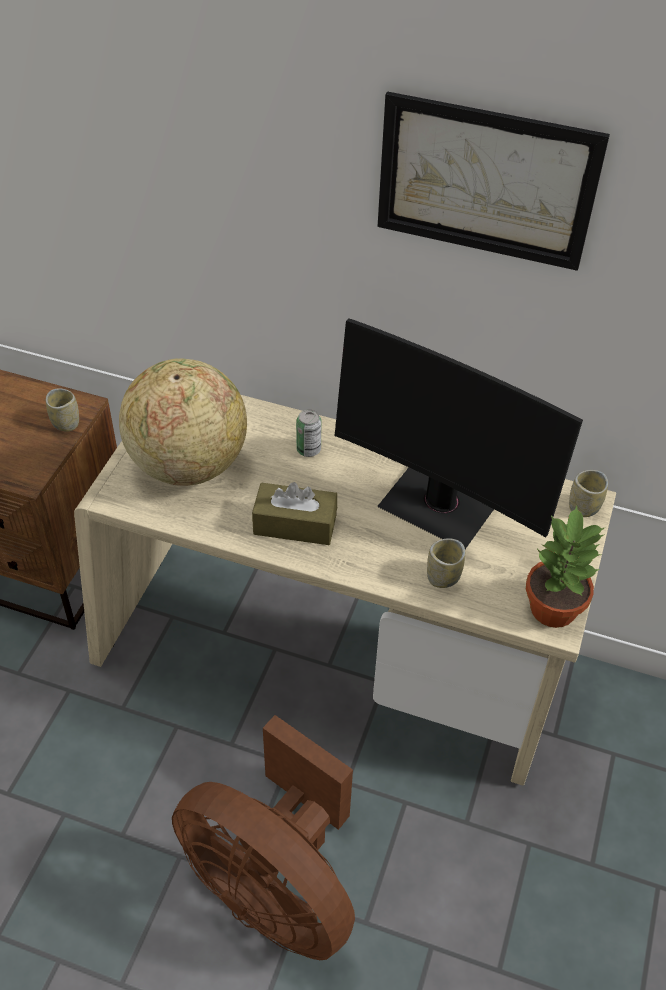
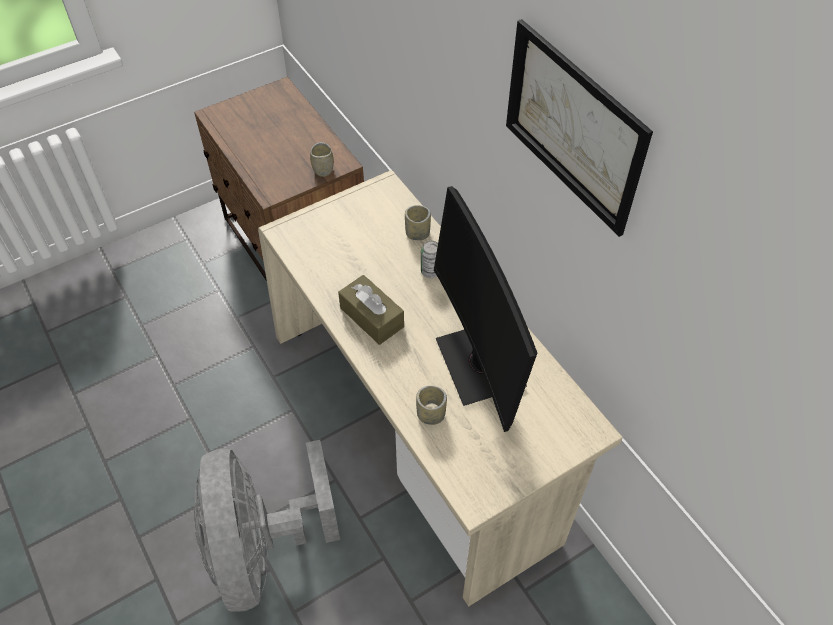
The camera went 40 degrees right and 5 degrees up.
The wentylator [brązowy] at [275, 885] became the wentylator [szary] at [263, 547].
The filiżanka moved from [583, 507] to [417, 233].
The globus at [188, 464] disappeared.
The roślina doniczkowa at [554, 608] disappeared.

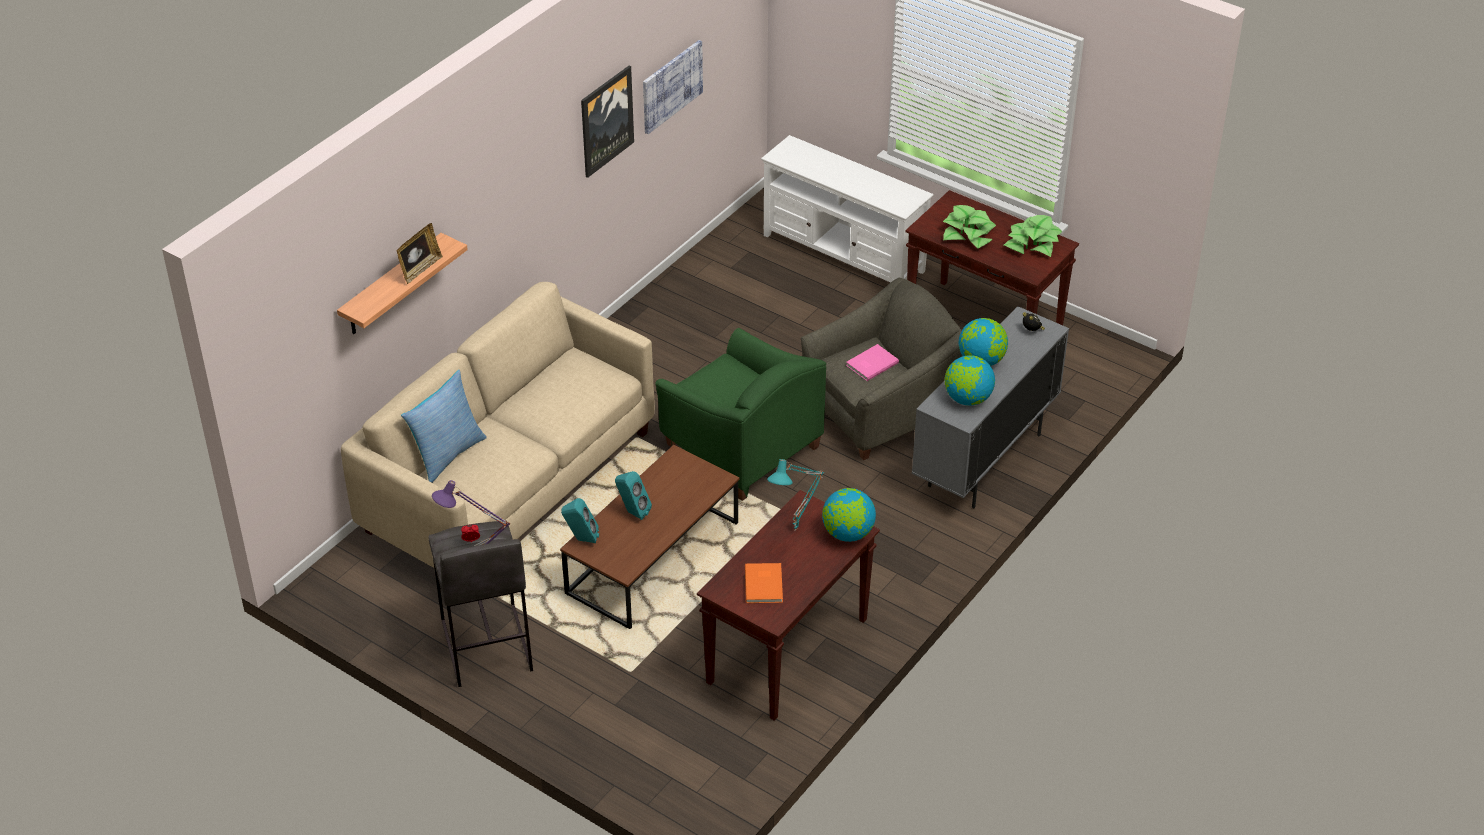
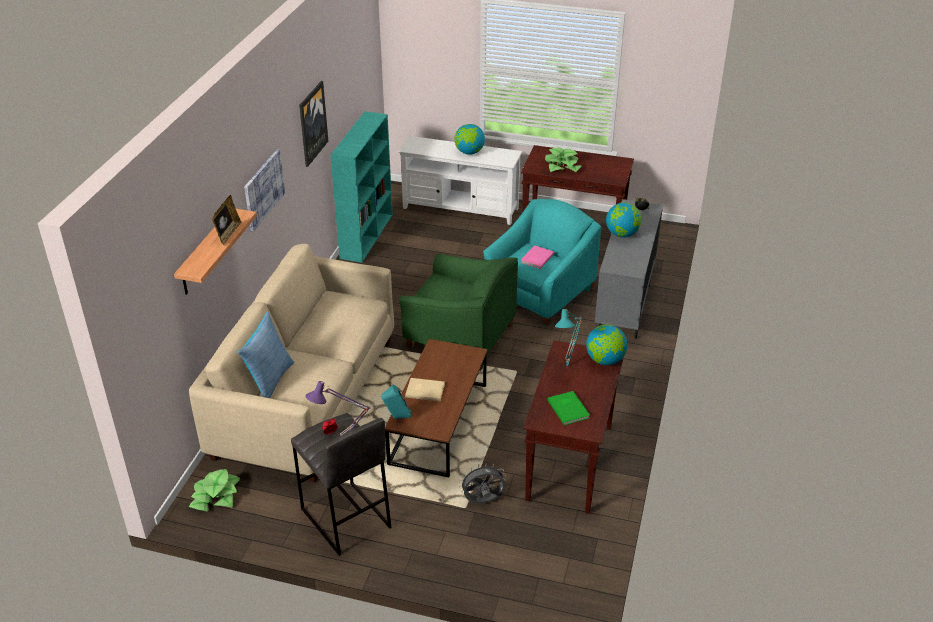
The camera went 20 degrees left and 5 degrees down.
The roślina doniczkowa moved from [1032, 243] to [215, 496].
The obraz moved from [671, 86] to [263, 189].
The regał [turkusowy] at [367, 235] appeared.
The głośnik [turkusowy] at [632, 512] was replaced by the książka [beżowy] at [424, 390].
The globus moved from [967, 399] to [469, 152].
The wentylator [szary] at [483, 502] appeared.
The fotel [szary] at [880, 413] became the fotel [turkusowy] at [540, 295].
The książka [pomarańczowy] at [765, 584] became the książka [zielony] at [569, 408].

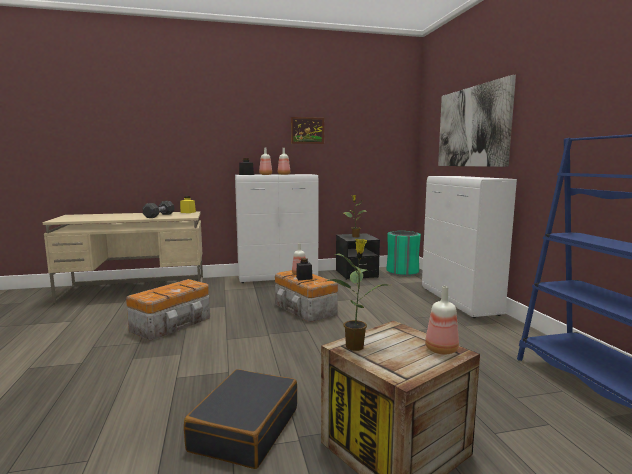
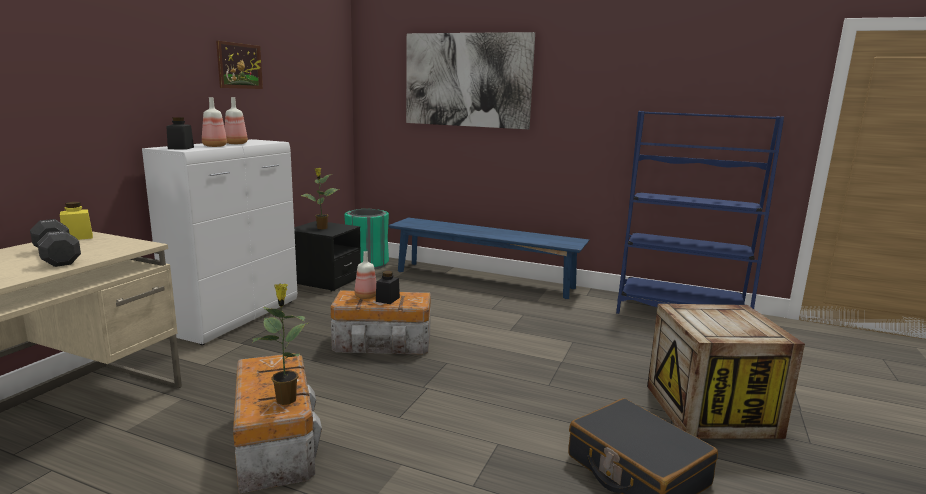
The camera went 55 degrees left and 5 degrees up.
The roślina doniczkowa moved from [355, 346] to [286, 399].
The szafka [biały] at [460, 301] was replaced by the ławka [niebieski] at [484, 279].
The butelka at [441, 350] disappeared.

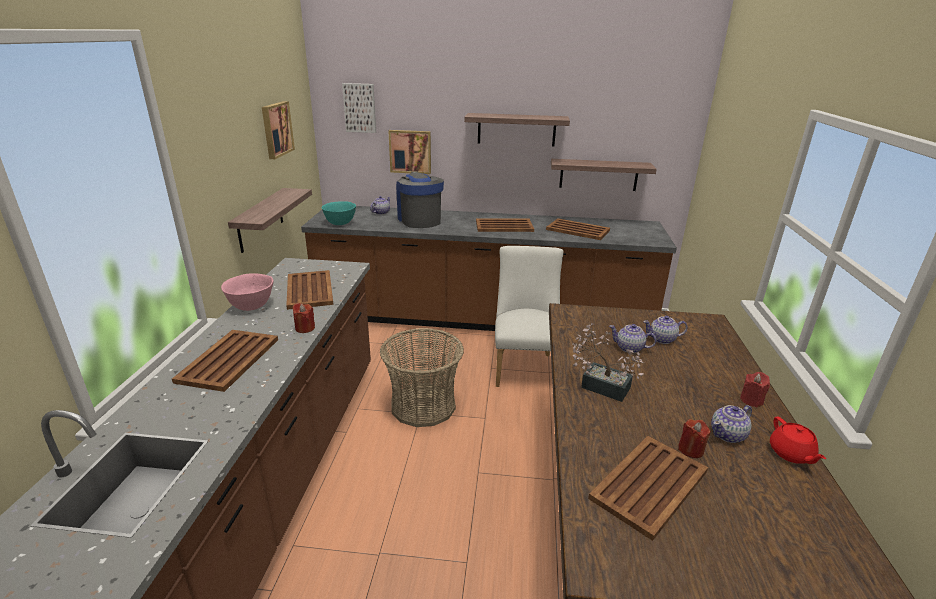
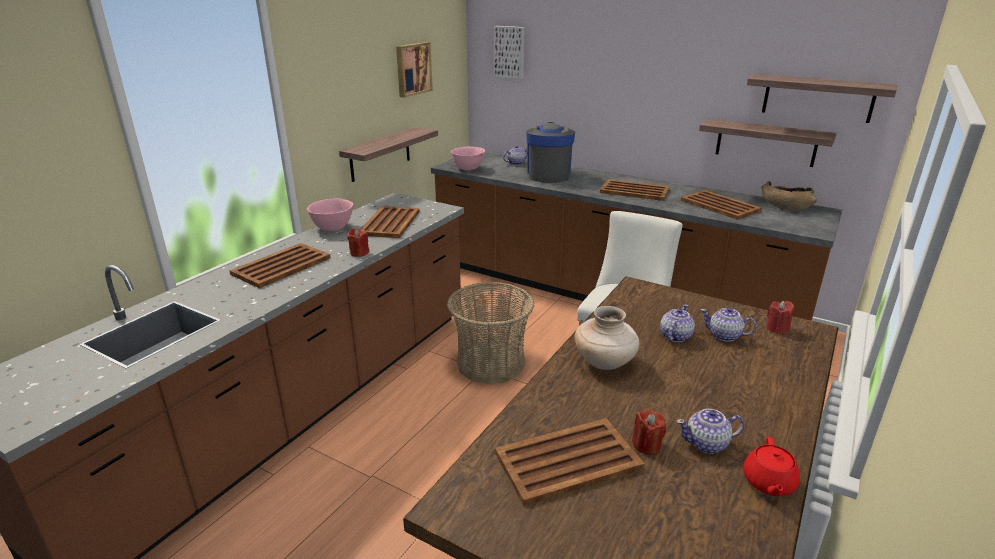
The camera went 25 degrees right and 0 degrees up.
The miska [turkusowy] at [340, 223] became the miska [różowy] at [468, 168].
The roślina doniczkowa at [600, 385] was replaced by the wazon [beżowy] at [605, 362].
The imbryk at [630, 348] turned 75 degrees clockwise.
The półka moved from [516, 129] to [818, 98].
The miska [brązowy] at [784, 206] appeared.
The świeca [czerwony] moved from [751, 400] to [777, 328].
The obraz at [410, 151] disappeared.

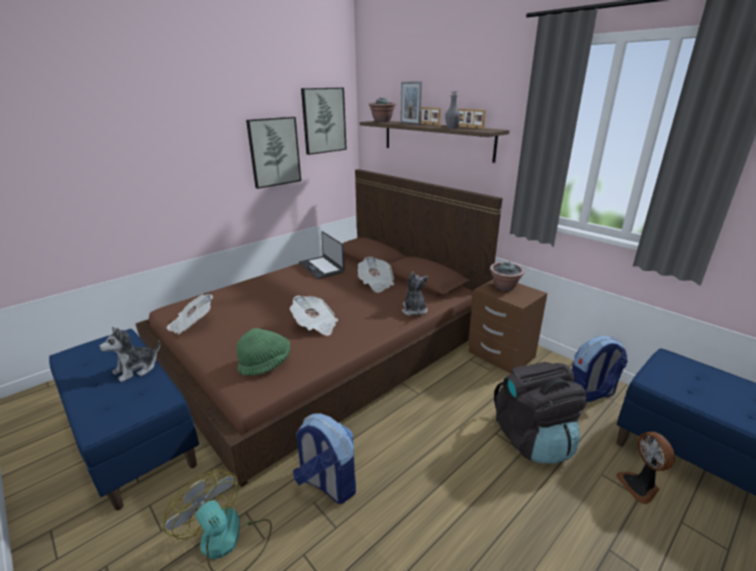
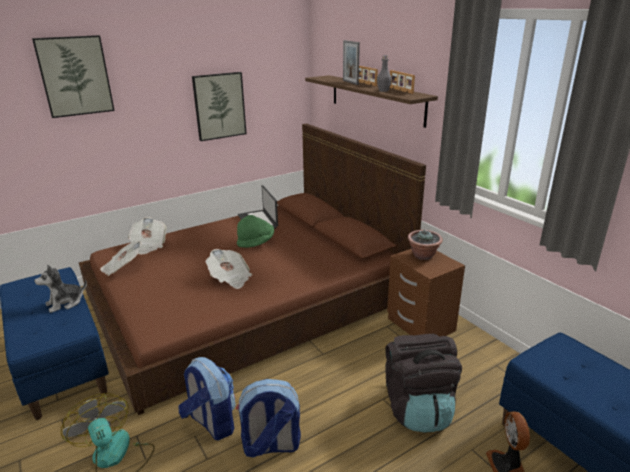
The camera went 10 degrees right and 0 degrees up.
The obraz moved from [323, 120] to [75, 76].
The gazeta moved from [376, 284] to [149, 245].
The plecak moved from [590, 394] to [270, 446].
The kapelusz [zielony] moved from [265, 364] to [256, 242].
The roślina doniczkowa at [382, 121] disappeared.
The pluszak at [414, 310] disappeared.

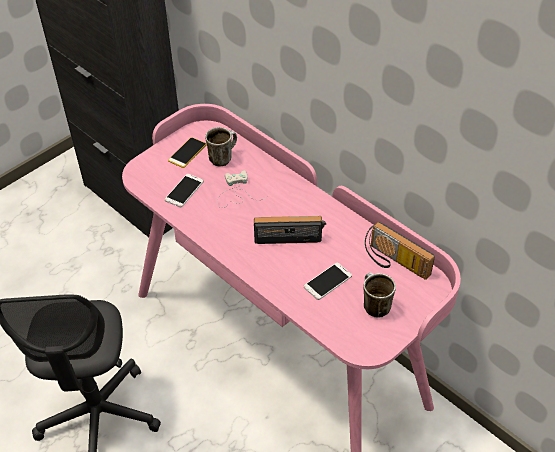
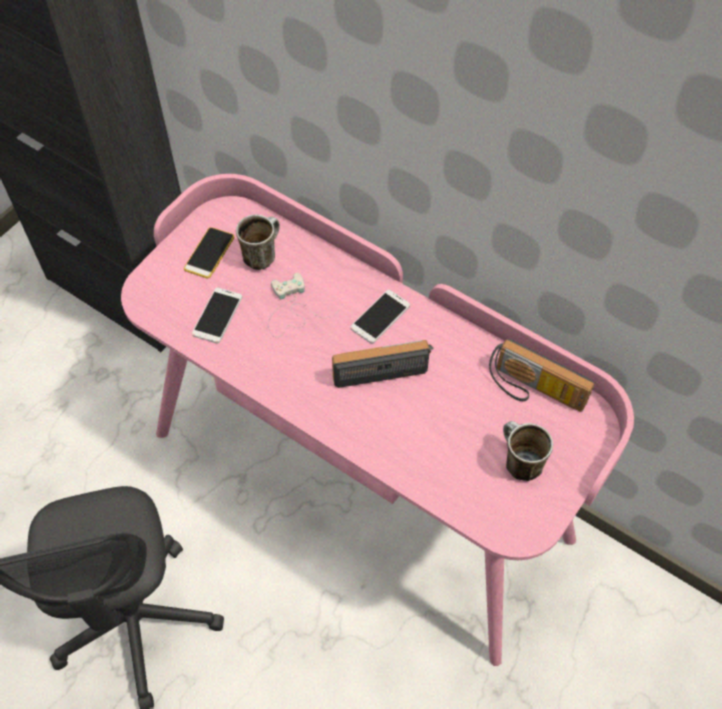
The camera went 10 degrees left and 10 degrees up.
The telefon moved from [327, 281] to [380, 317].

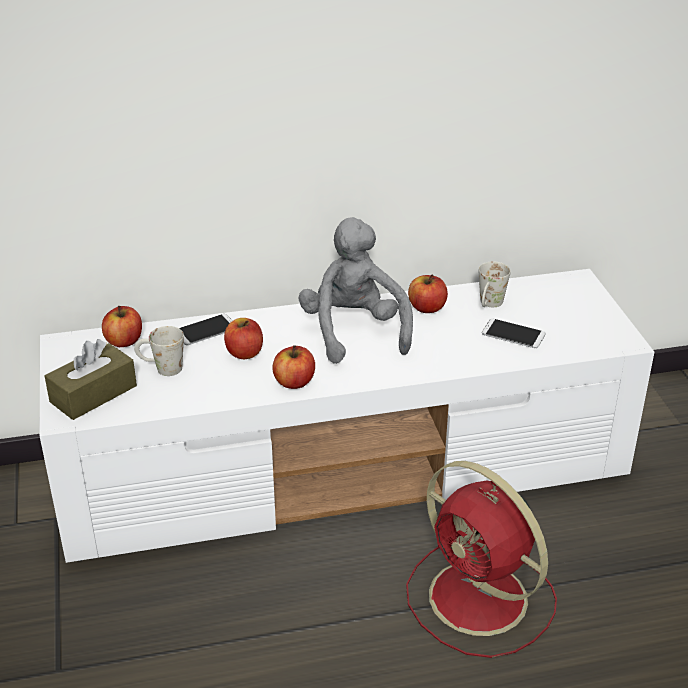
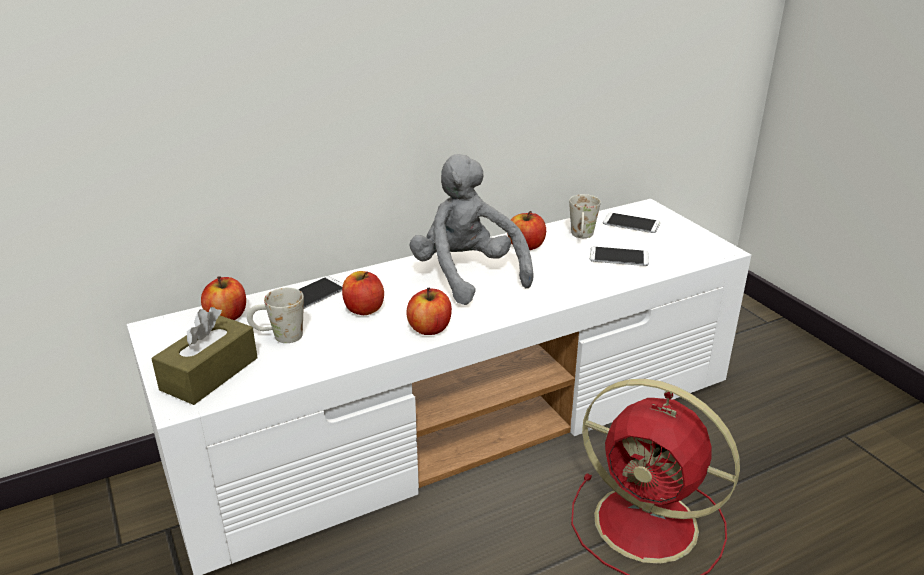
The camera went 15 degrees left and 5 degrees down.
The telefon at [631, 223] appeared.

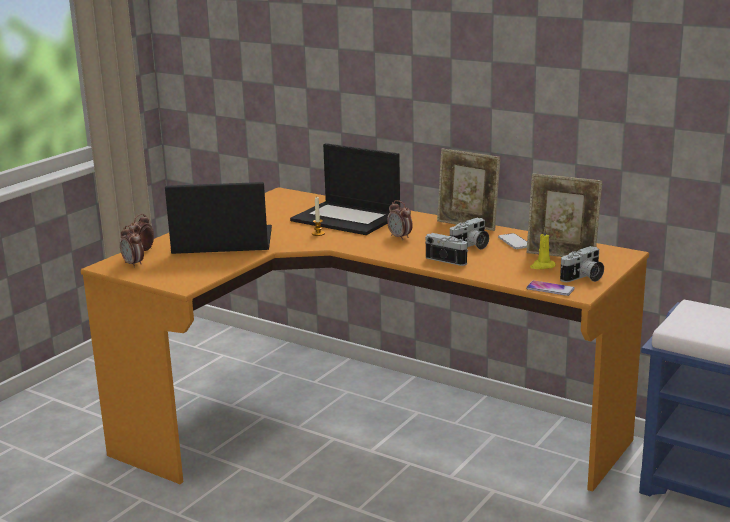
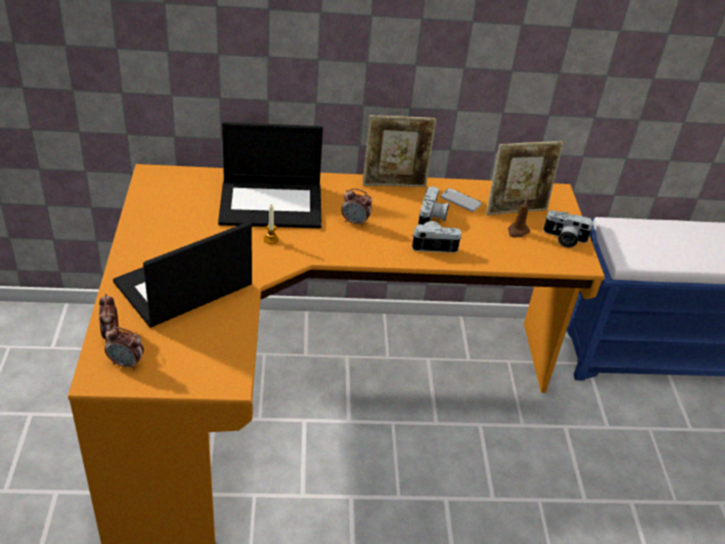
The camera went 40 degrees left and 20 degrees up.
The świeca [żółty] at [542, 266] became the świeca [brązowy] at [517, 231].
The aparat fotograficzny at [583, 278] turned 90 degrees clockwise.
The telefon at [550, 289] disappeared.

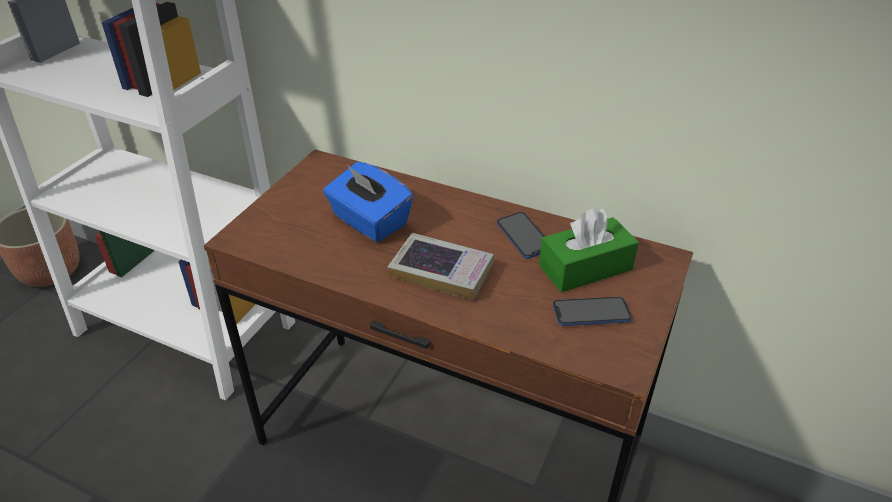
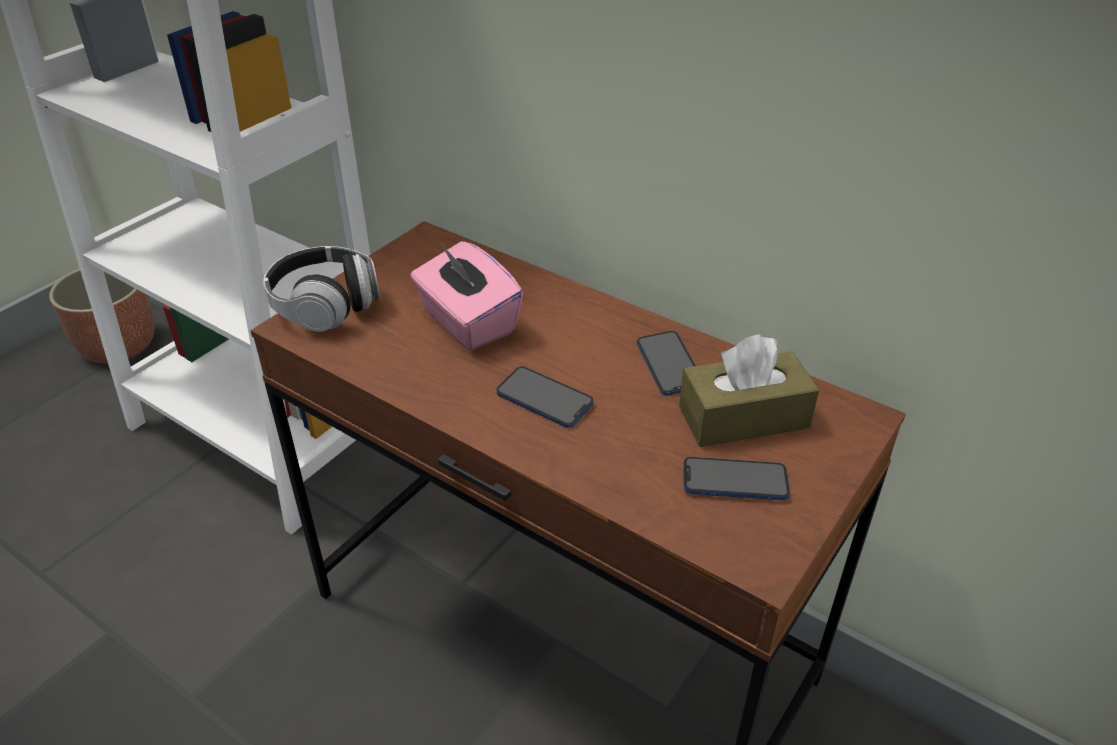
The camera went 10 degrees right and 0 degrees up.
The słuchawki at [325, 306] appeared.
The pudełko chusteczek [niebieski] at [369, 221] became the pudełko chusteczek [różowy] at [467, 322].
The książka at [441, 271] was replaced by the telefon at [544, 399].
The pudełko chusteczek [zielony] at [585, 267] became the pudełko chusteczek [brązowy] at [743, 417].

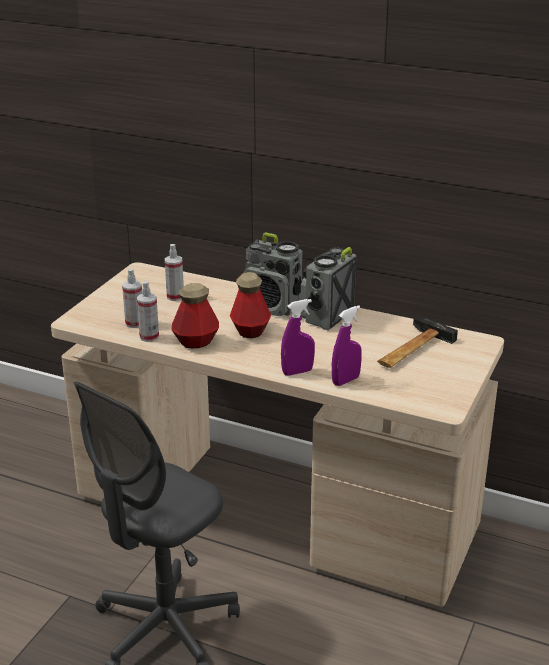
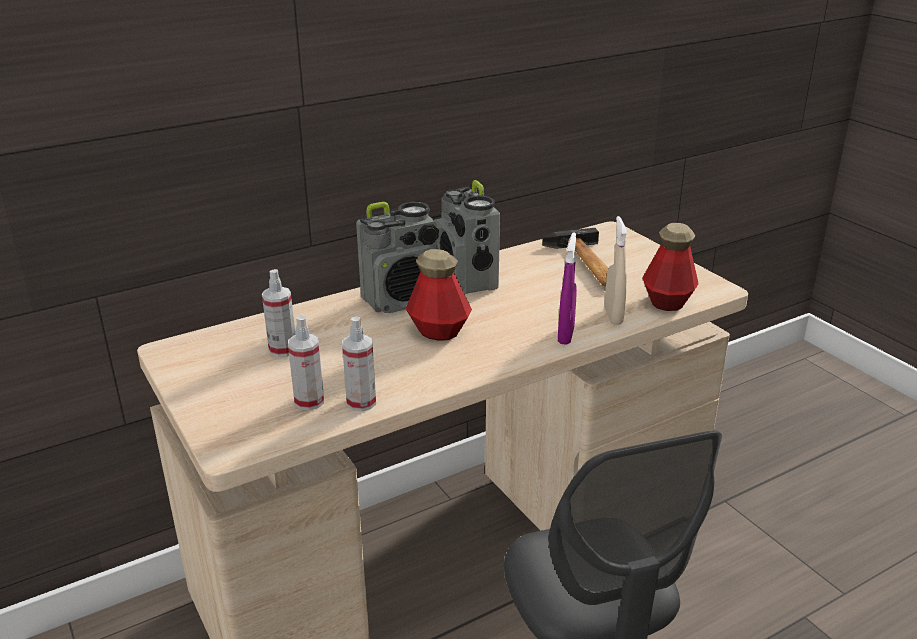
The camera went 55 degrees left and 0 degrees up.
The spryskiwacz [fioletowy] at [346, 380] became the spryskiwacz [beżowy] at [613, 316].
The butelka moved from [196, 342] to [667, 301].

